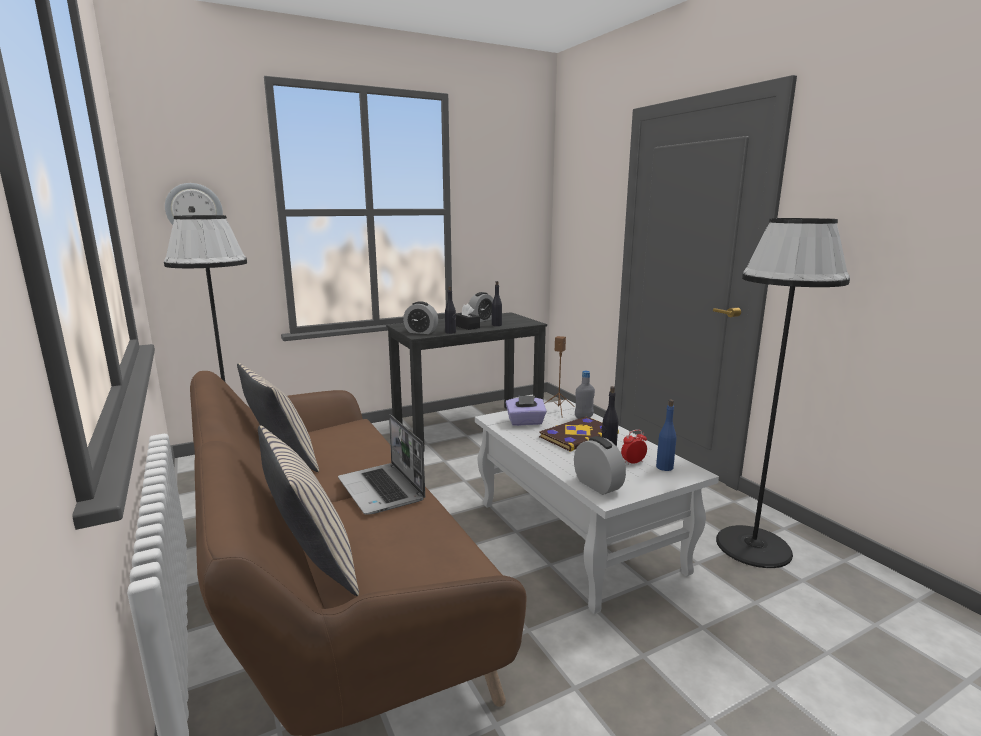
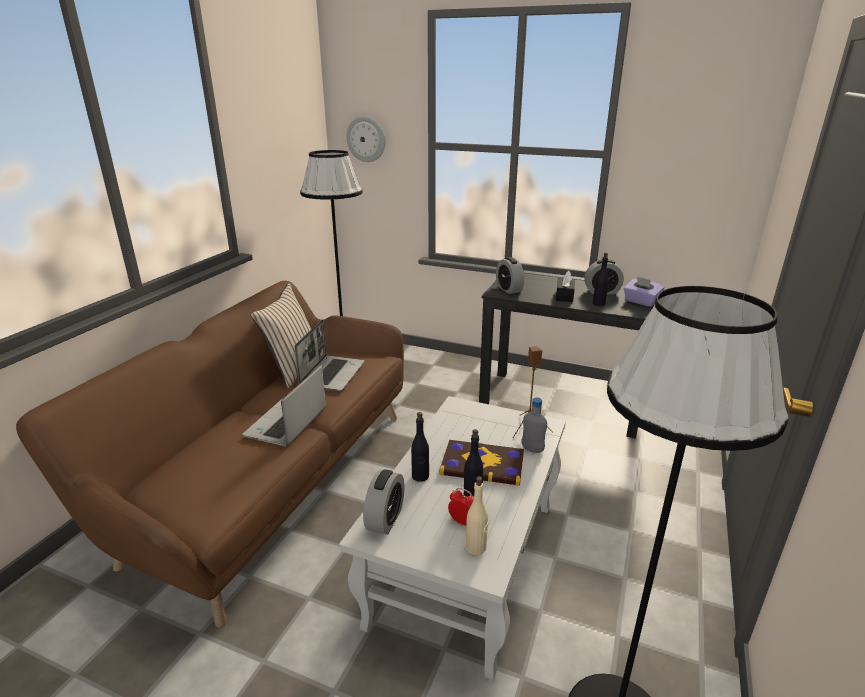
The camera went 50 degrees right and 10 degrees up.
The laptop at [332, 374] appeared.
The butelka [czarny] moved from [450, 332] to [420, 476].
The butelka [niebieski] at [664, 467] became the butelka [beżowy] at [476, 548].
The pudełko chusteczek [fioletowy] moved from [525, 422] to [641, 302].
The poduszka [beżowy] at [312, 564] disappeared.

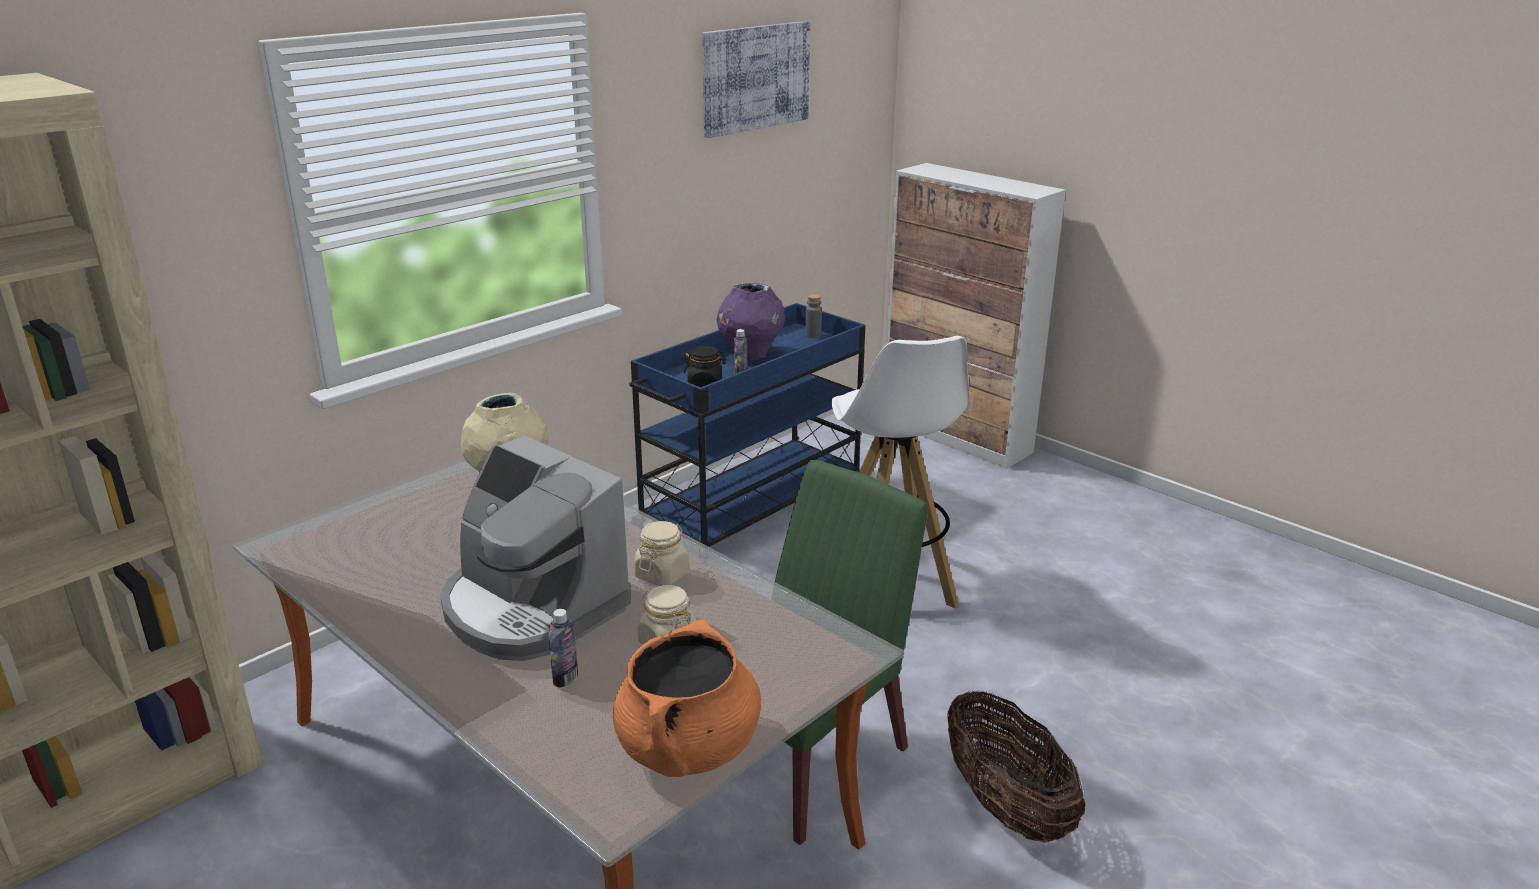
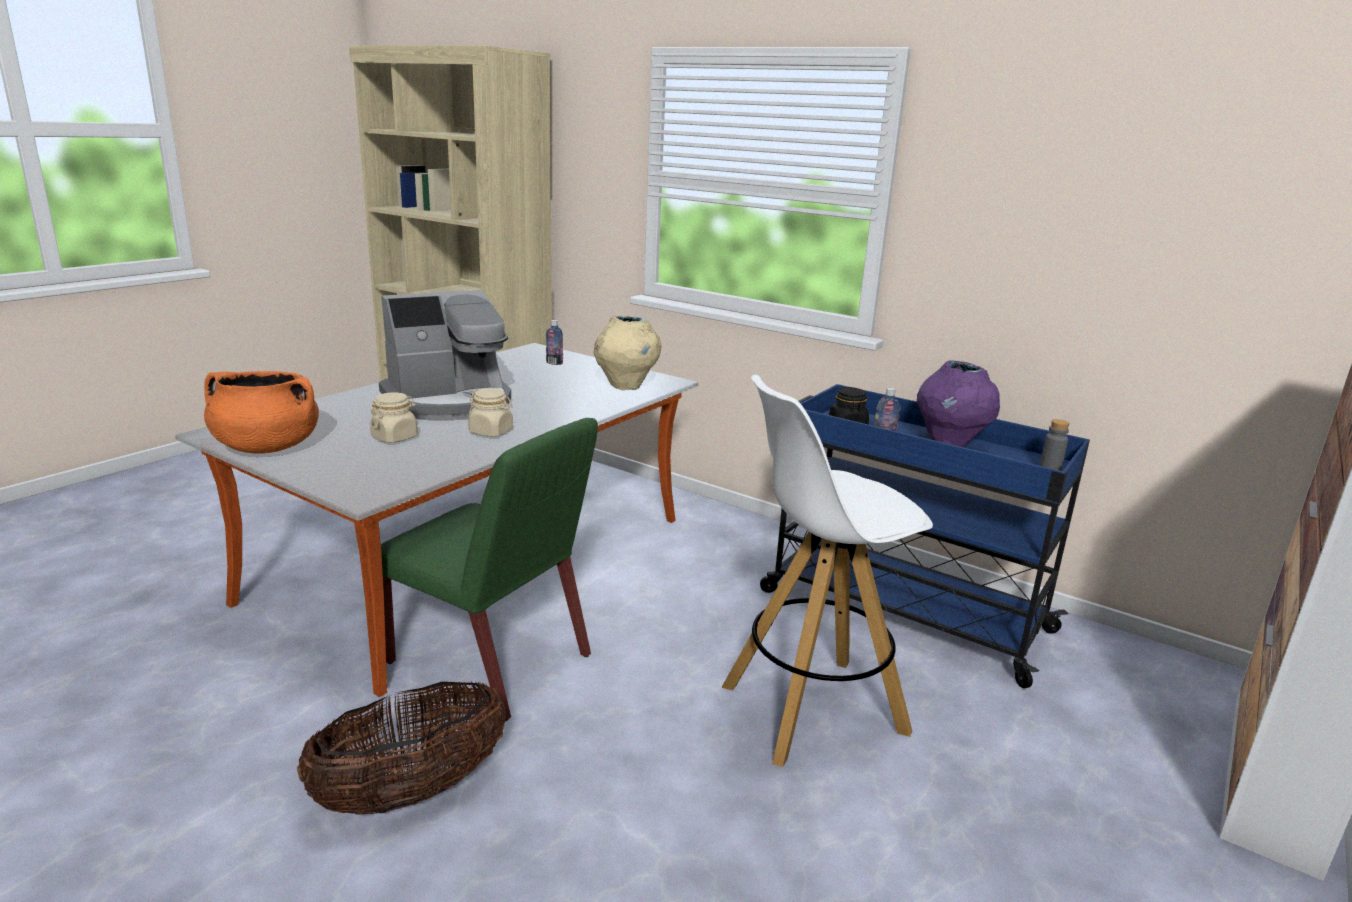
The camera went 80 degrees right and 5 degrees down.
The ekspres do kawy at [531, 608] turned 150 degrees counterclockwise.
The butelka moved from [565, 679] to [554, 363].
The obraz at [755, 77] disappeared.

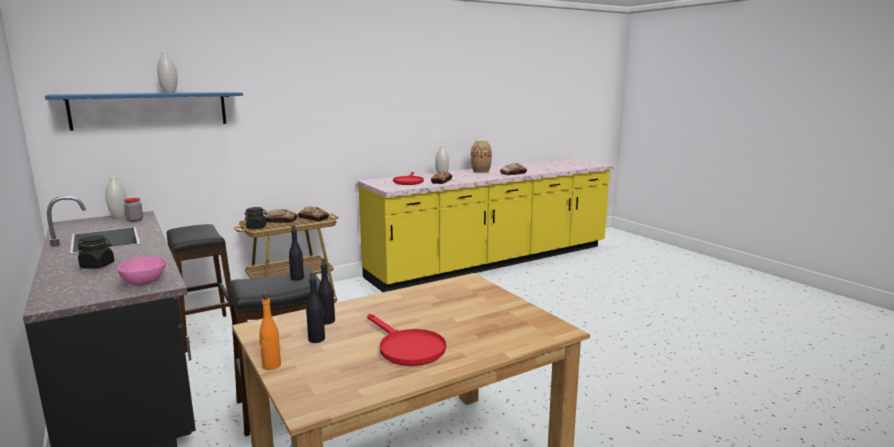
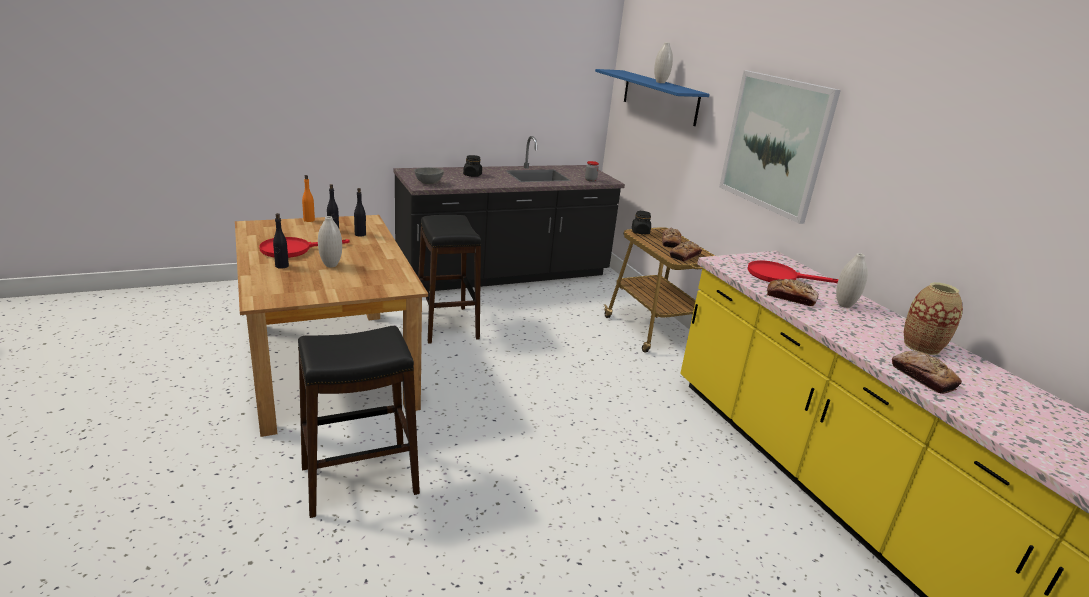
The camera went 95 degrees right and 10 degrees up.
The butelka [czarny] moved from [297, 278] to [281, 266].
The stołek [czarny] moved from [207, 332] to [359, 481].
The wazon [biały] moved from [119, 217] to [331, 265].
The miska [różowy] at [145, 282] became the miska [szary] at [429, 183].
The obraz at [775, 144] appeared.

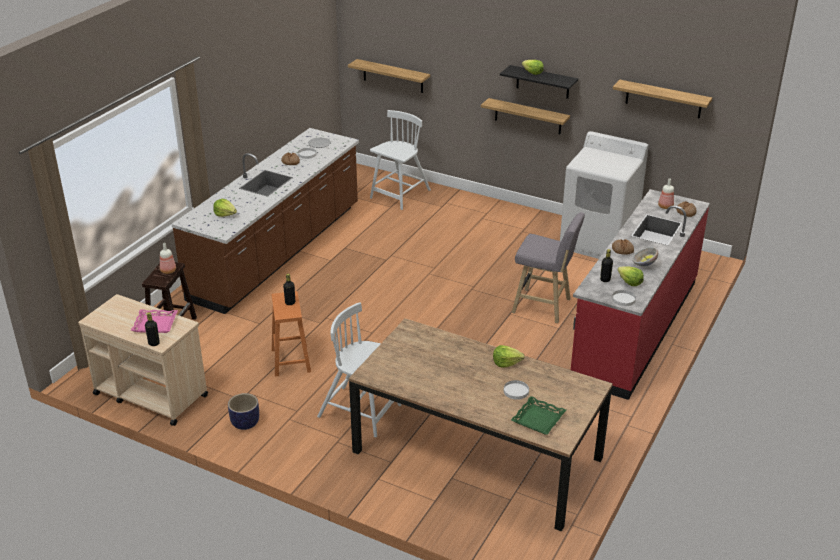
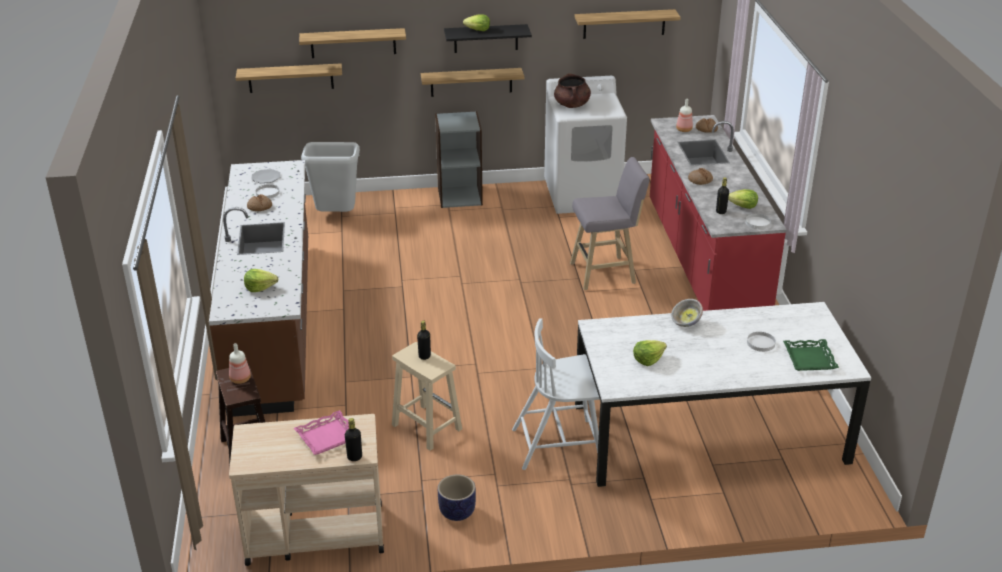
The camera went 35 degrees left and 0 degrees up.
The półka at [353, 43] appeared.
The krzesło [biały] at [399, 195] was replaced by the kosz na śmieci [szary] at [337, 216].
The stołek [pomarańczowy] at [290, 360] became the stołek [beżowy] at [425, 427].
The regał [szary] at [460, 196] appeared.
The garnek [brązowy] at [572, 105] appeared.
The stół jadalny [brązowy] at [478, 455] became the stół jadalny [biały] at [710, 433].
The sałata moved from [506, 362] to [648, 359].
The miska moved from [644, 264] to [686, 323].

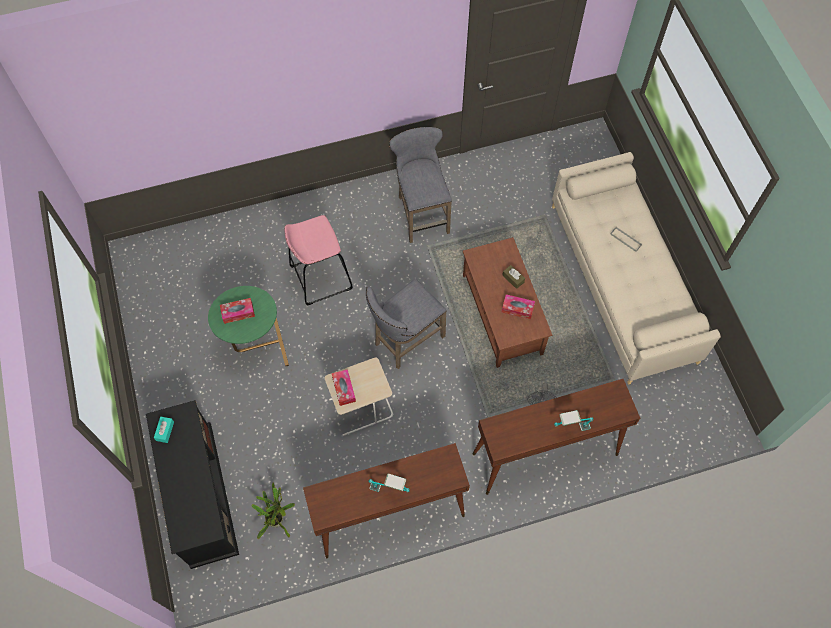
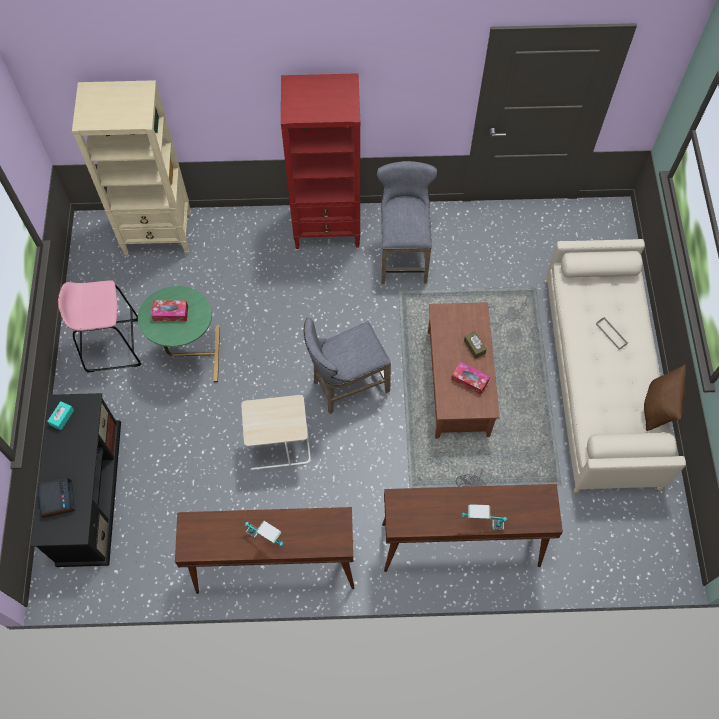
The camera went 15 degrees right and 0 degrees up.
The budzik at [57, 498] appeared.
The stołek [różowy] moved from [321, 277] to [112, 345].
The regał [beżowy] at [159, 234] appeared.
The regał [czerwony] at [328, 227] appeared.
The poduszka [brązowy] at [658, 408] appeared.
The roślina doniczkowa at [277, 519] disappeared.
The pudełko chusteczek at [344, 389] disappeared.

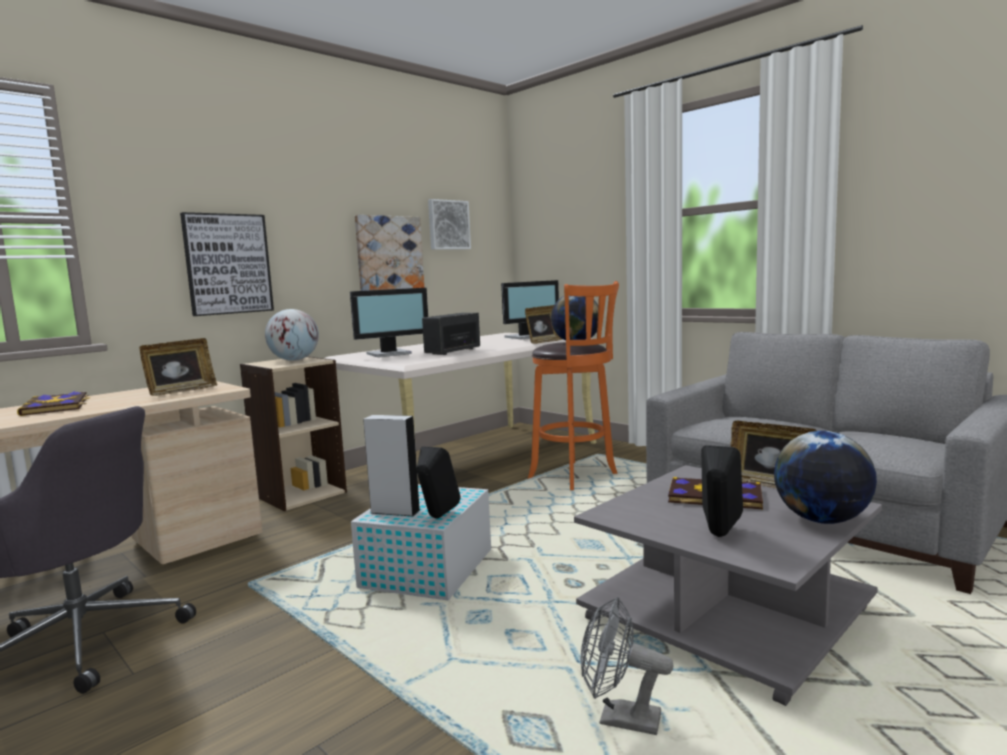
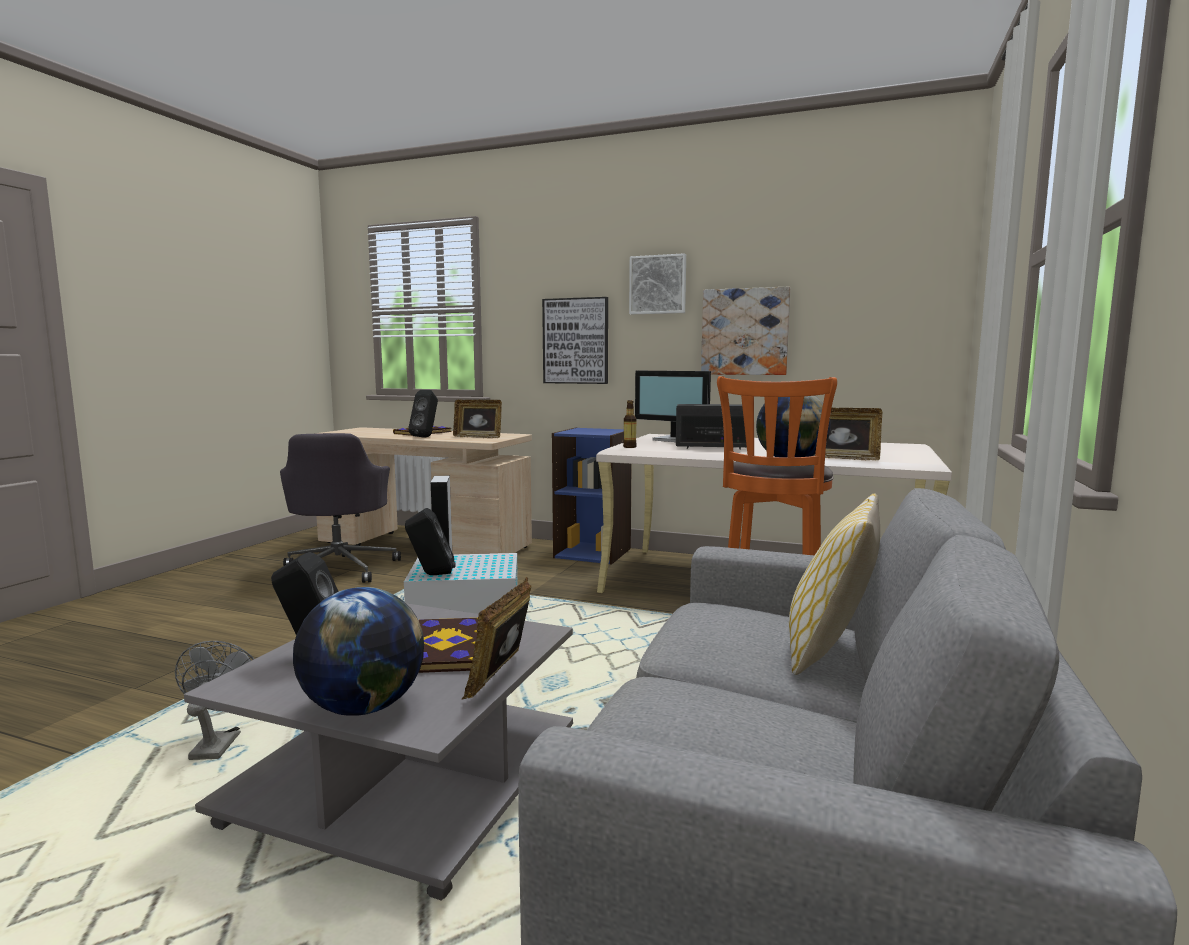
The camera went 65 degrees right and 0 degrees up.
The głośnik [czarny] at [426, 437] appeared.
The regał [beżowy] at [300, 494] became the regał [niebieski] at [593, 553].
The butelka at [629, 447] appeared.
The obraz moved from [448, 225] to [658, 285].
The poduszka at [830, 650] appeared.
The globus at [294, 360] disappeared.
The monitor at [526, 337] disappeared.

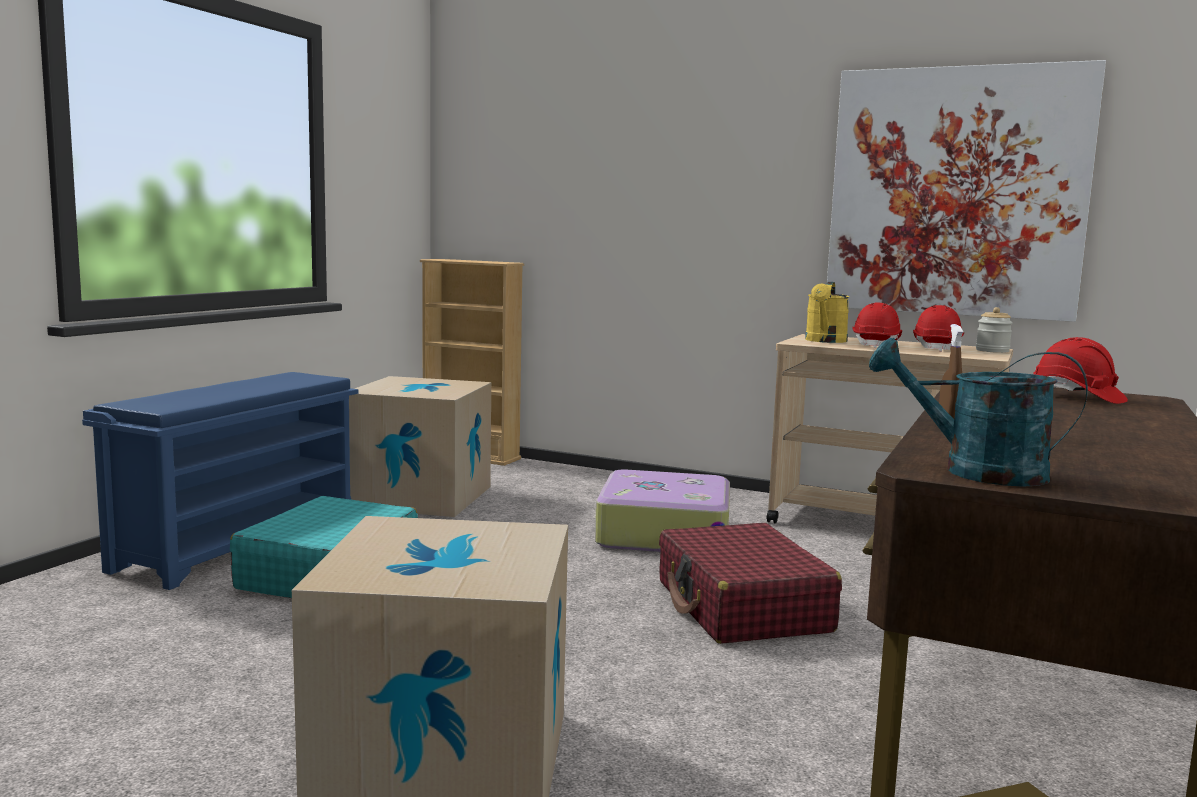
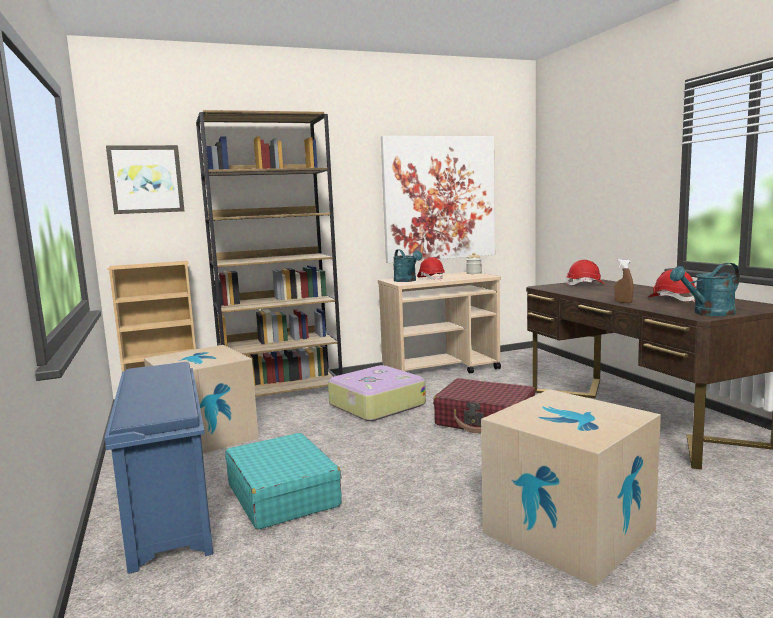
The camera went 45 degrees left and 0 degrees up.
The obraz at [146, 179] appeared.
The regał [brązowy] at [282, 392] appeared.
The konewka [żółty] at [825, 341] became the konewka [turkusowy] at [407, 281].
The kask [czerwony] moved from [937, 348] to [672, 299].

